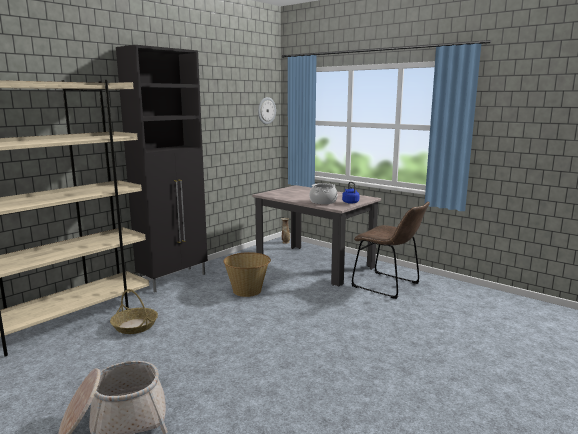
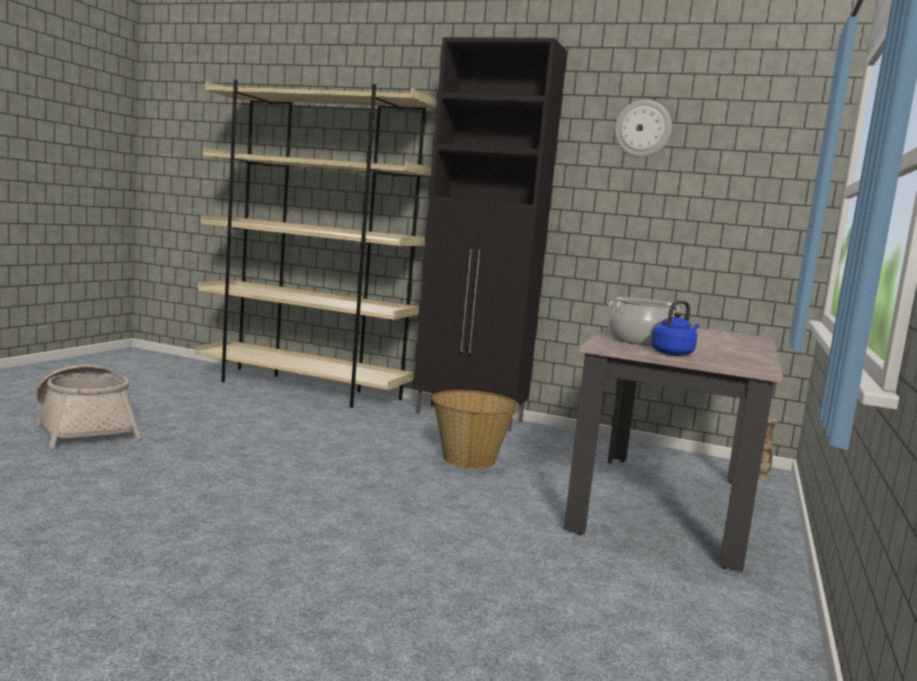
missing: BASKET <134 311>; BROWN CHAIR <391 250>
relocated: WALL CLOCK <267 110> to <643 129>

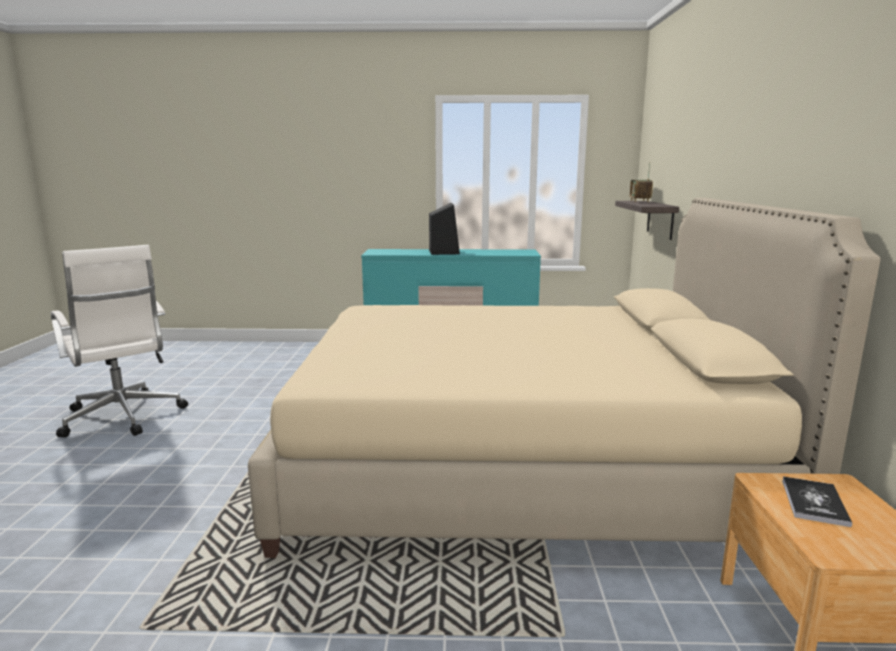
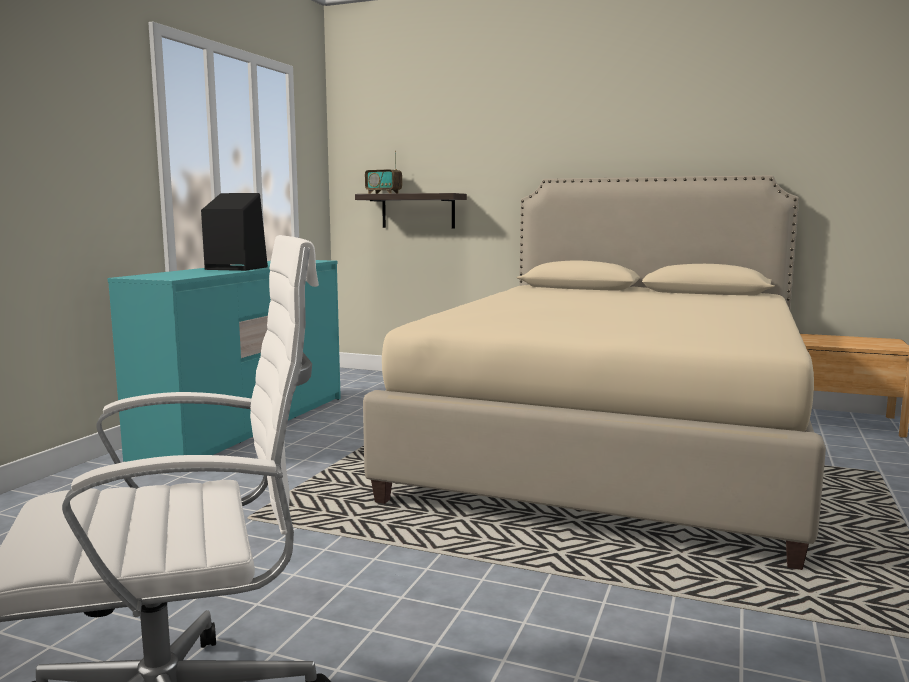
missing: BOOK <817 501>

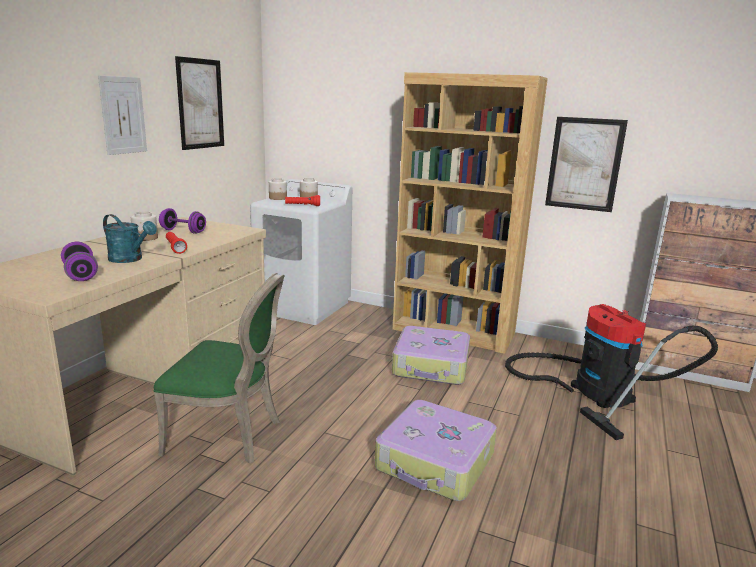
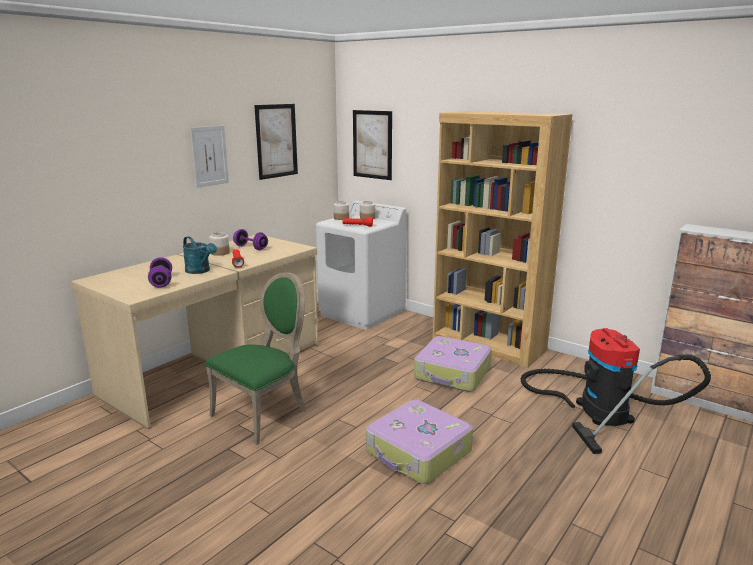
relocated: PICTURE <586 164> to <372 145>
spun: GREEN CHAIR <218 368> = <256 358> 75 degrees counterclockwise

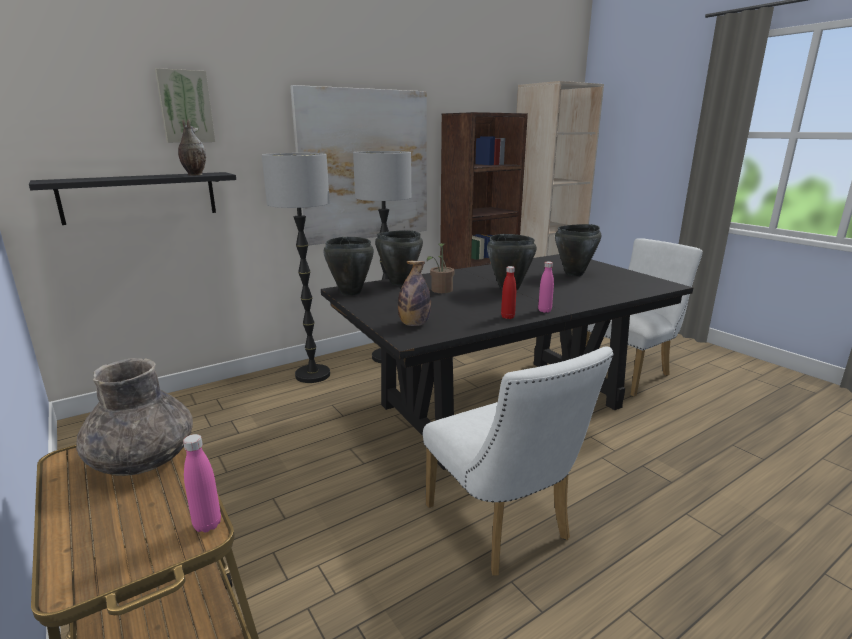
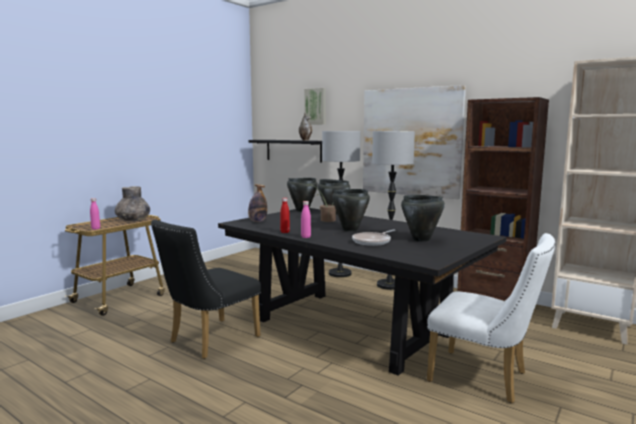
appeared: FRYING PAN <374 238>
colour: WHITE CHAIR <518 461> to BLACK CHAIR <206 289>

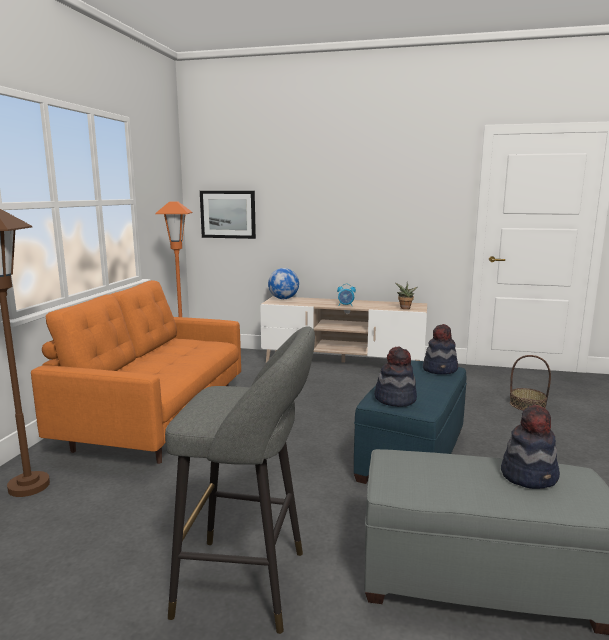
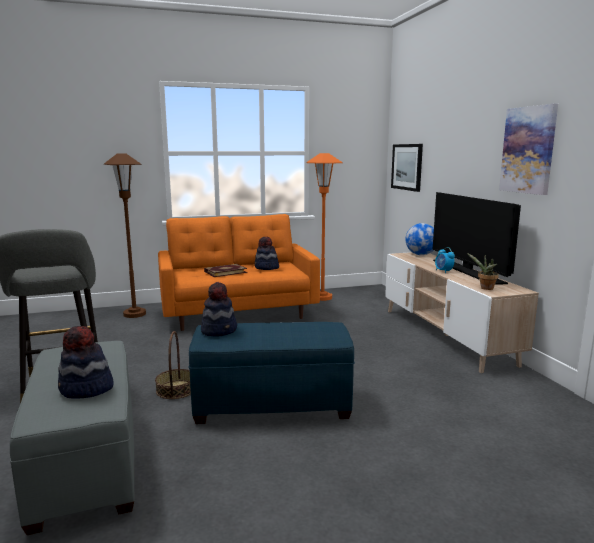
appeared: BOOK <225 270>; TELEVISION <476 238>; PICTURE <528 149>
relocated: BASKET <530 382> to <173 365>; HAT <440 349> to <266 253>

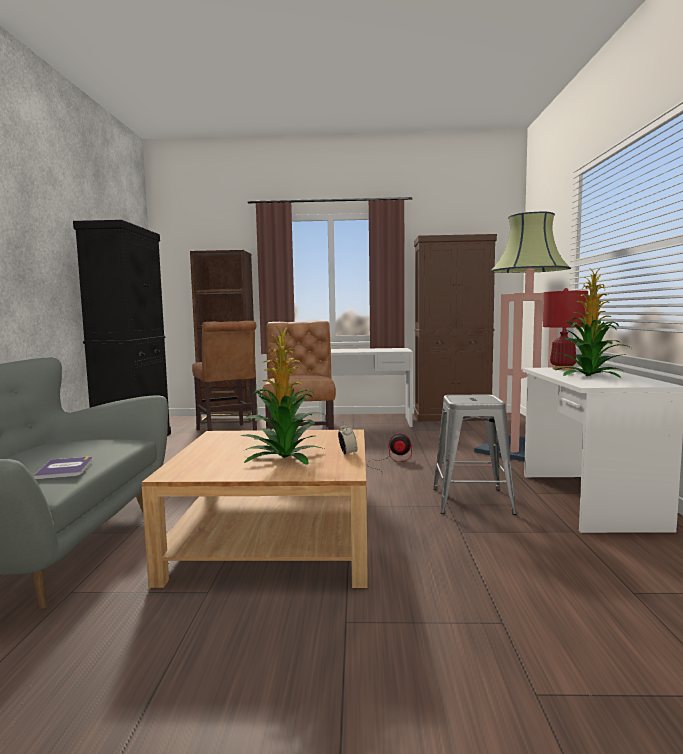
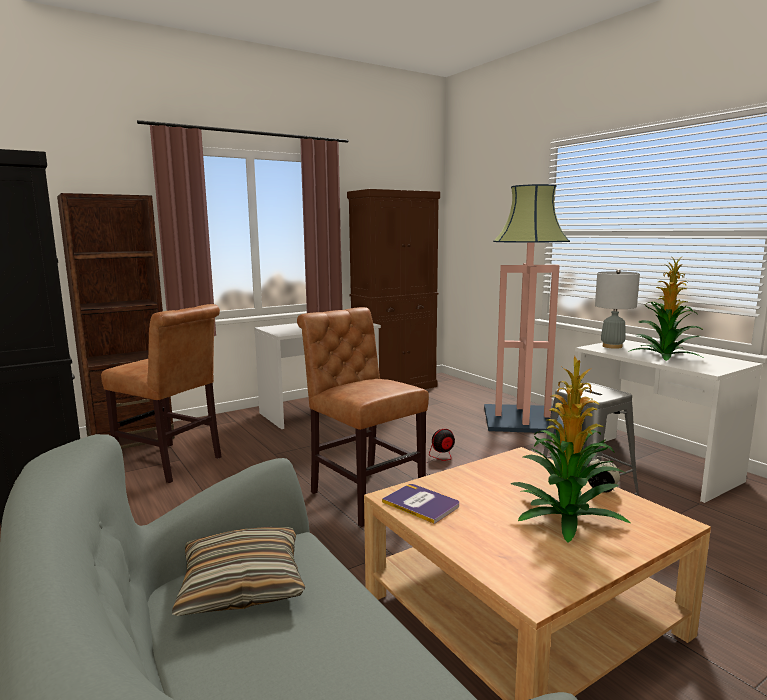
appeared: PILLOW <239 571>
relocated: BOOK <62 468> to <420 504>
colour: RED TABLE LAMP <565 329> to GREY TABLE LAMP <617 309>

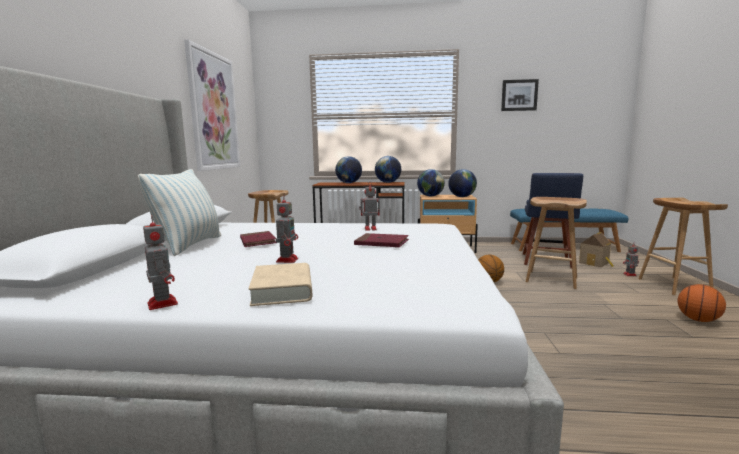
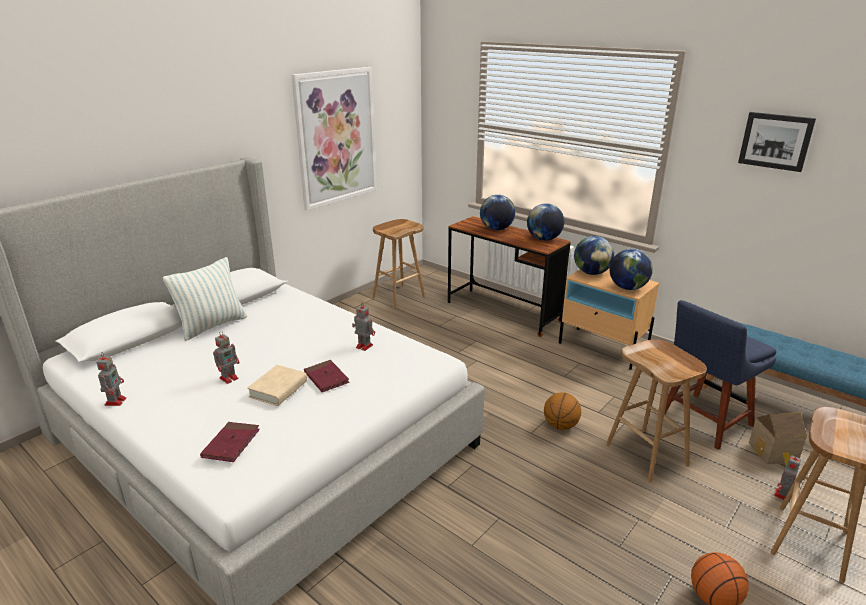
relocated: RED BOOK <258 239> to <230 442>; BEIGE BOOK <280 284> to <277 385>

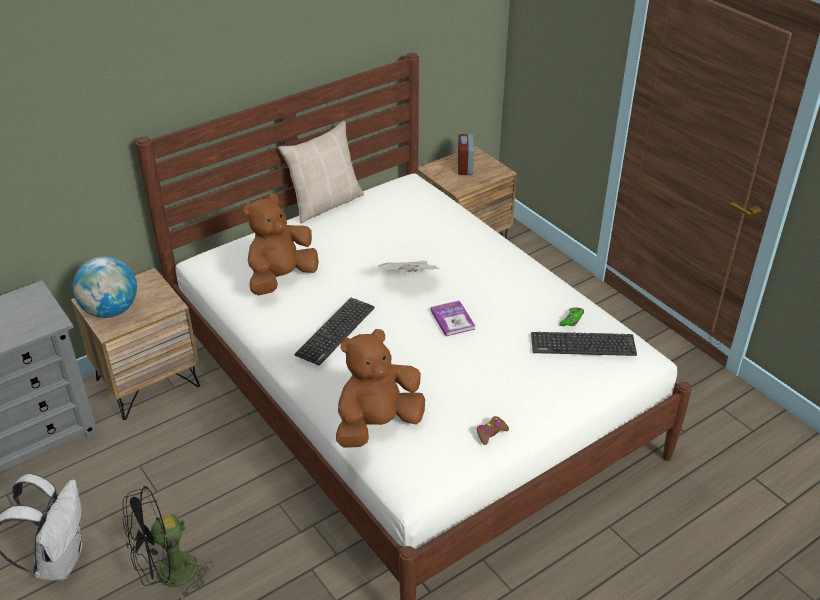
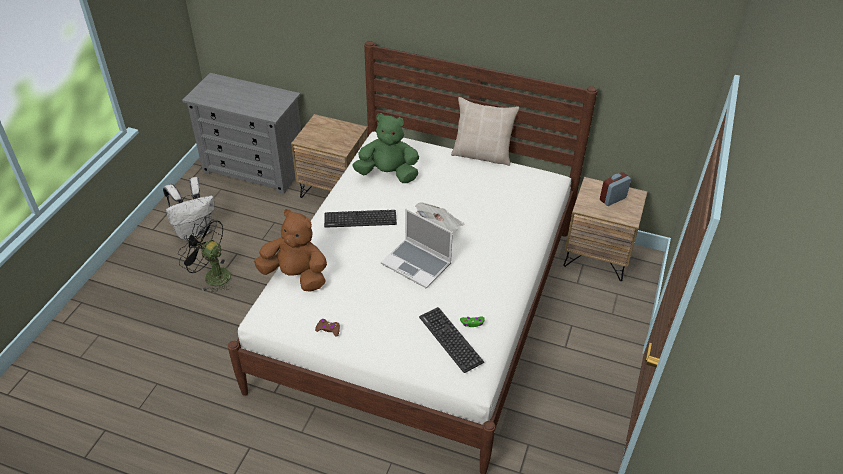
missing: GLOBE <105 287>
exchanged: BOOK <452 318> to LAPTOP <417 249>
colour: BROWN PLUSH TOY <281 244> to GREEN PLUSH TOY <385 148>

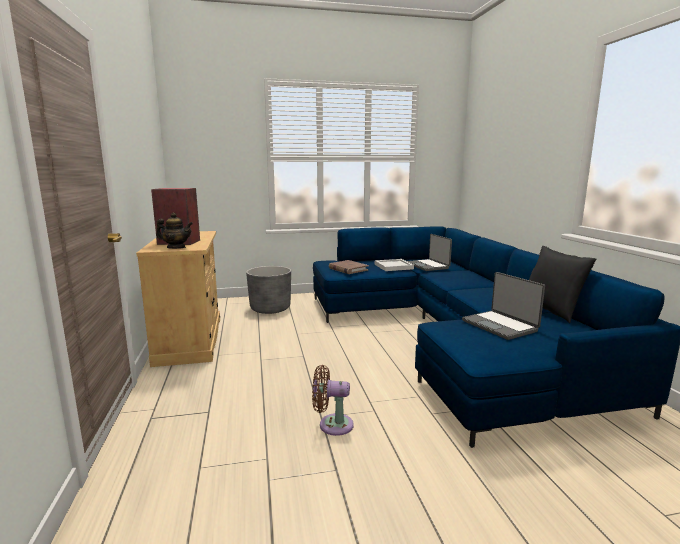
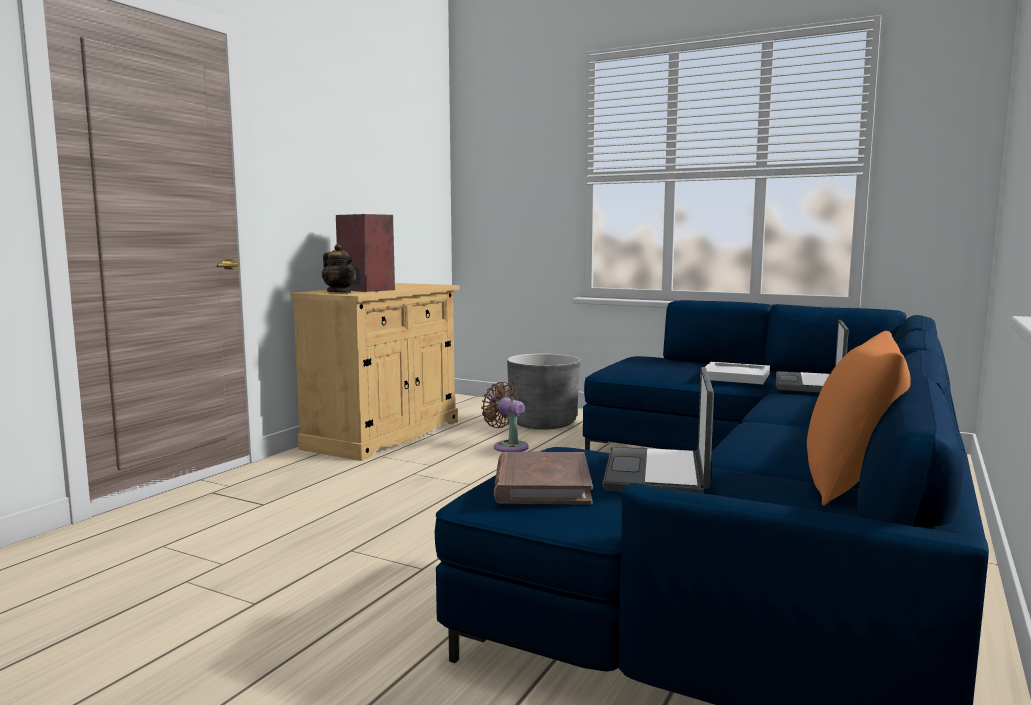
relocated: BROWN FAN <333 400> to <505 417>; BROWN BOOK <349 267> to <543 478>
colour: BLACK PILLOW <563 284> to ORANGE PILLOW <859 418>

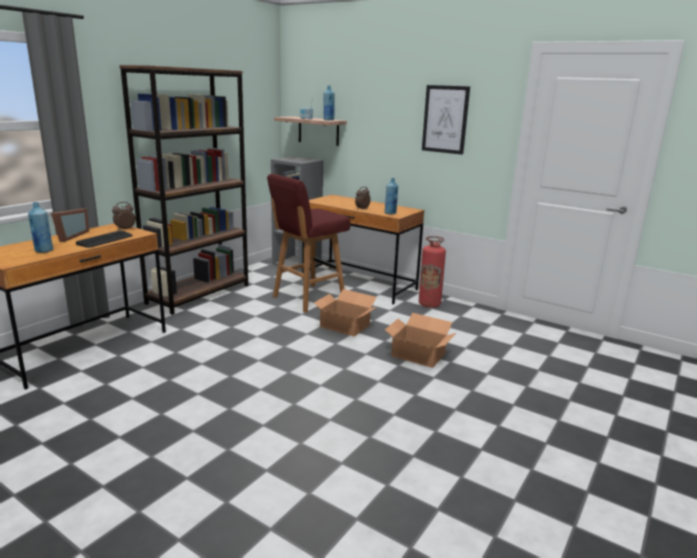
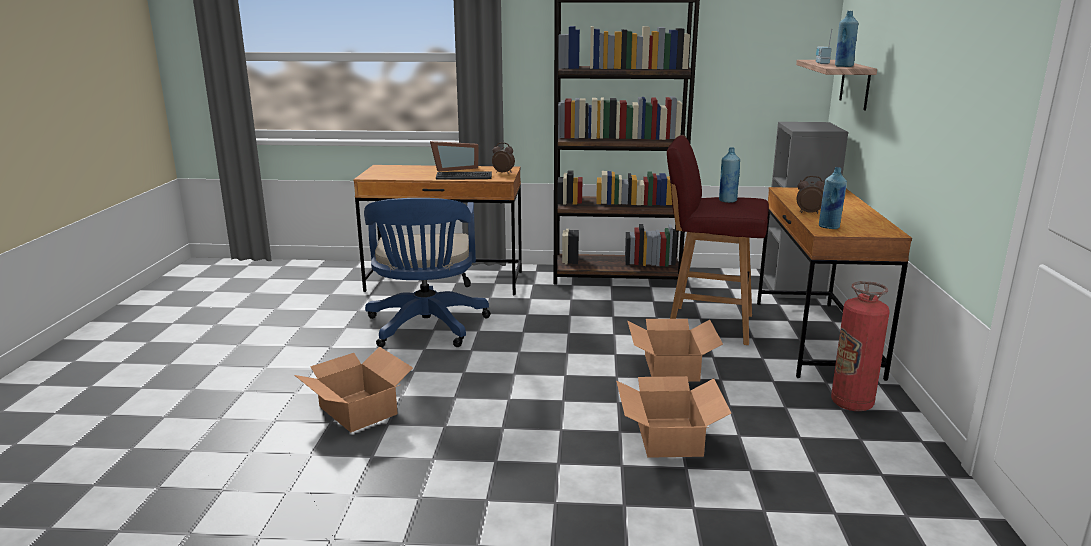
missing: PICTURE <446 120>
appeared: CARDBOARD BOX <353 389>; BLUE OFFICE CHAIR <427 272>
relocated: BLUE BOTTLE <41 227> to <729 175>

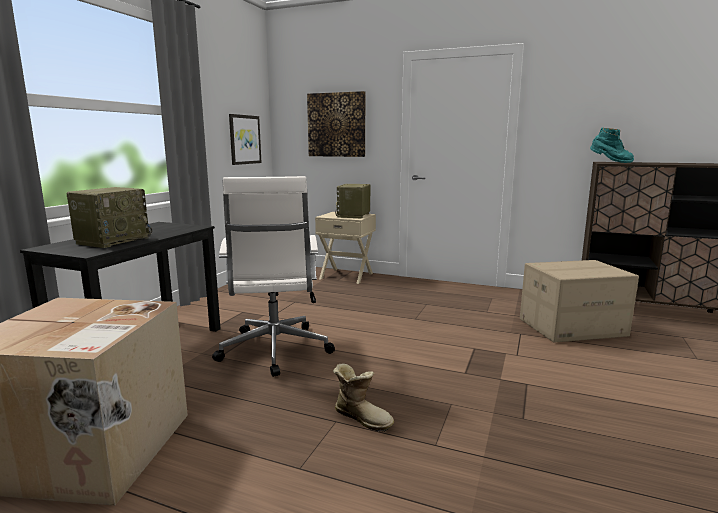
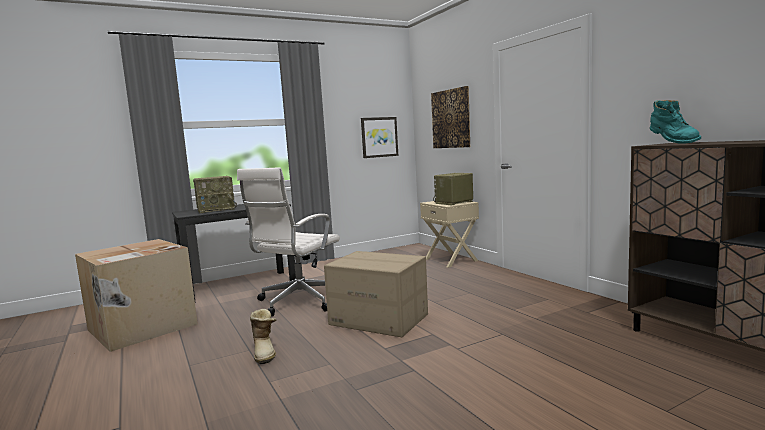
relocated: CARDBOARD BOX <579 301> to <376 294>

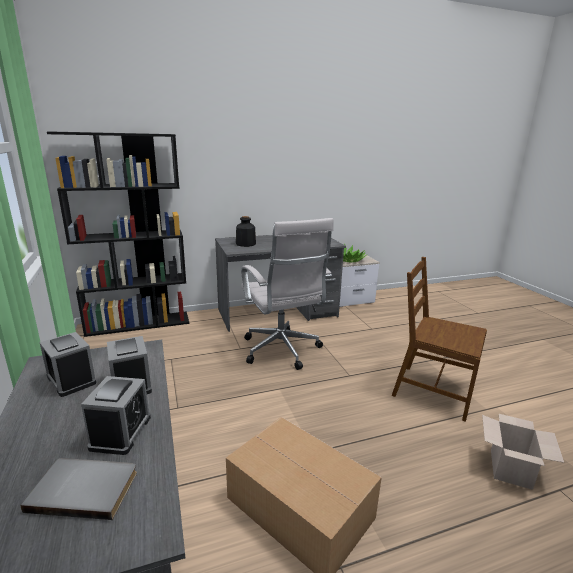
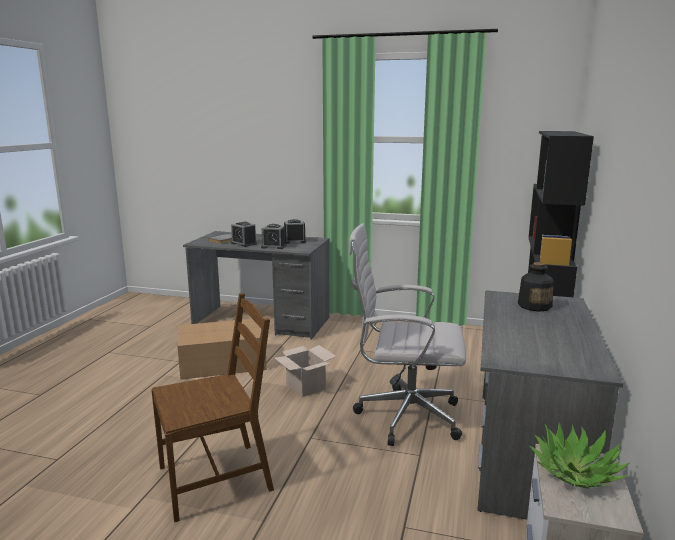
relocated: CARDBOARD BOX <523 452> to <305 371>

